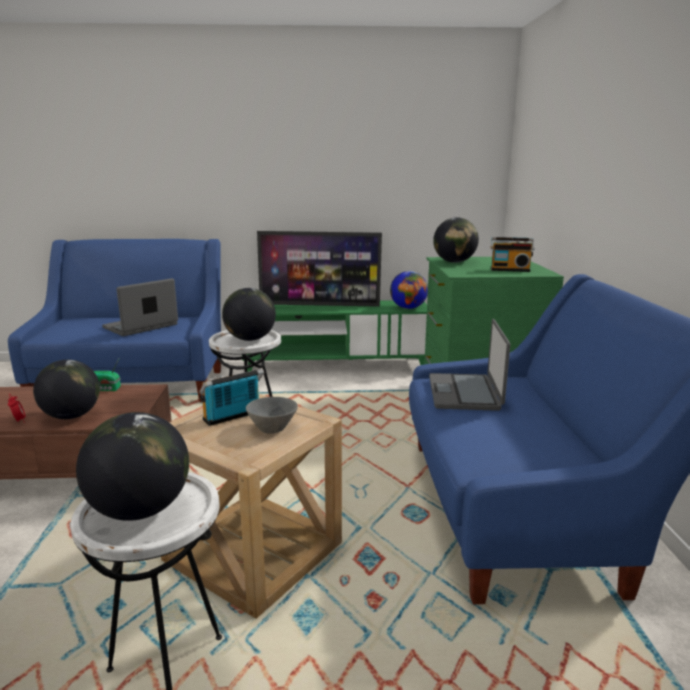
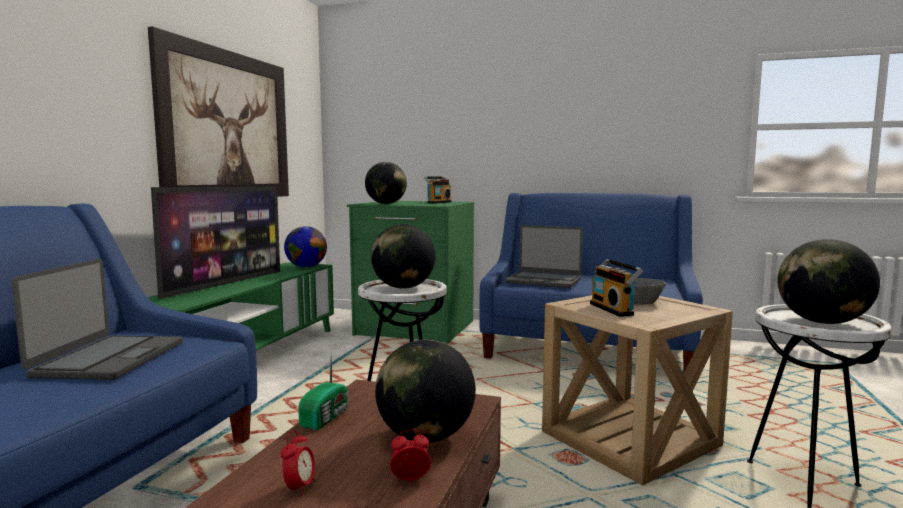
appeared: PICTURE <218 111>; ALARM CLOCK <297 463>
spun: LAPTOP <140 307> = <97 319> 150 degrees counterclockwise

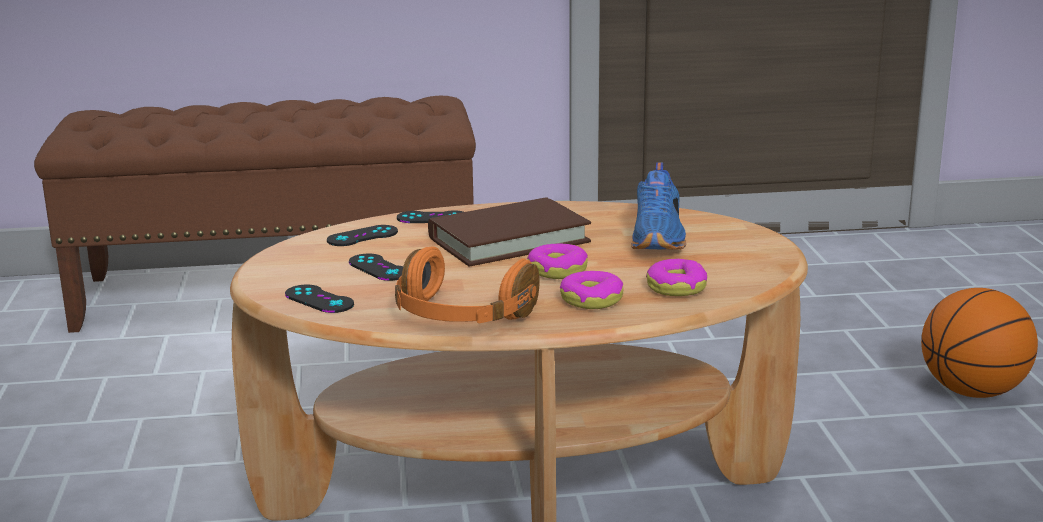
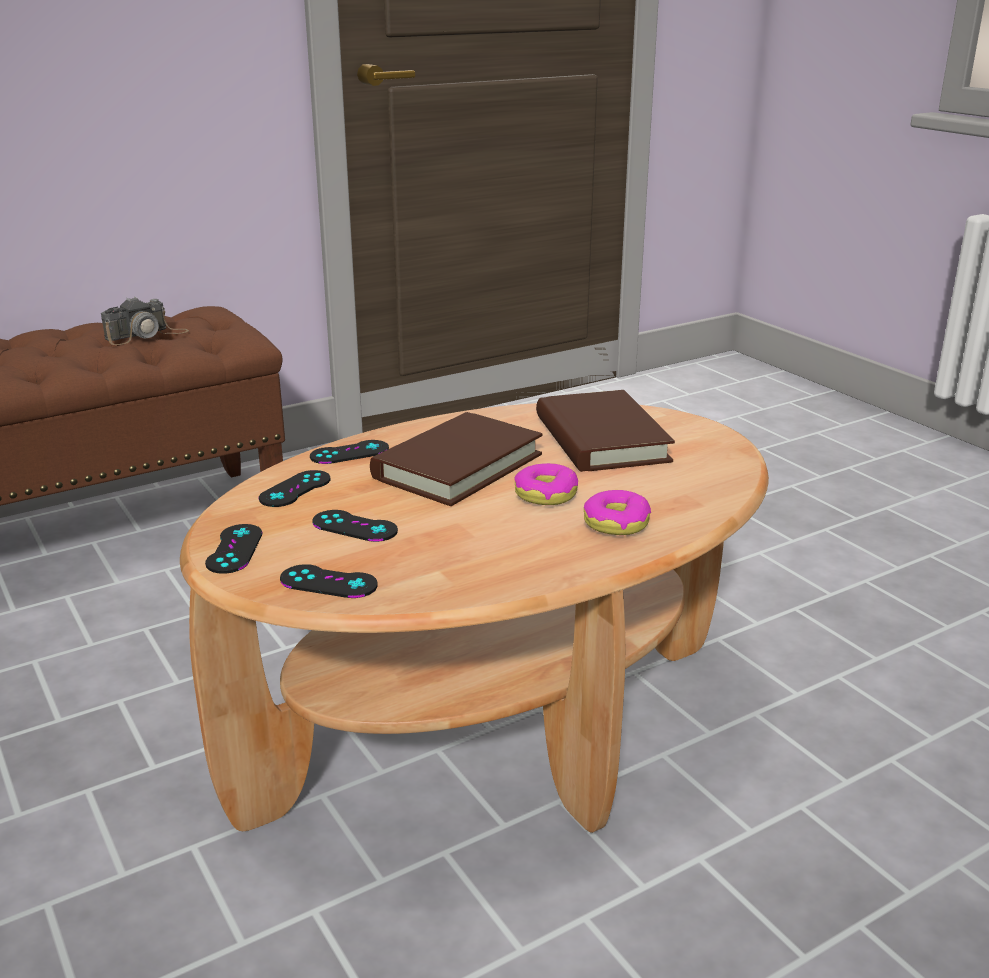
missing: ORANGE HEADPHONES <467 284>; DONUT <676 277>; BASKETBALL <979 343>
appeared: PHOTO CAMERA <145 321>; BLACK GAME CONTROLLER <233 549>
exchanged: BLUE SHOE <658 206> to BROWN BOOK <605 431>

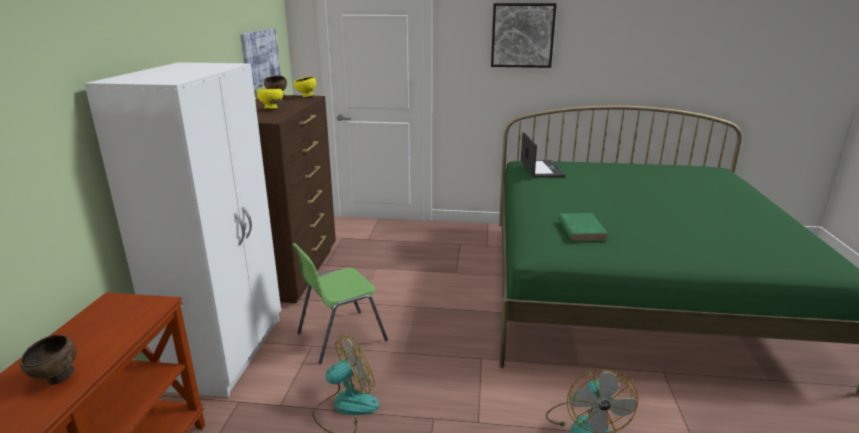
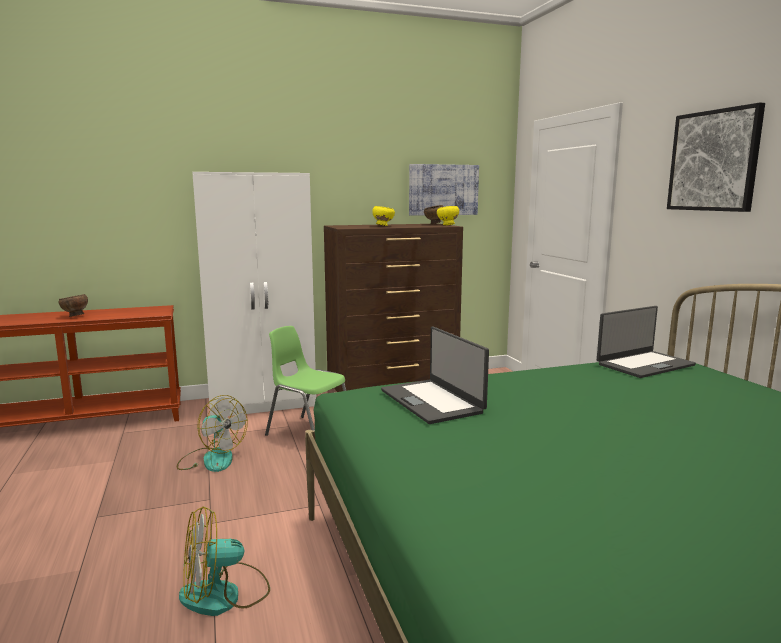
exchanged: GREEN BOOK <583 227> to LAPTOP <435 375>

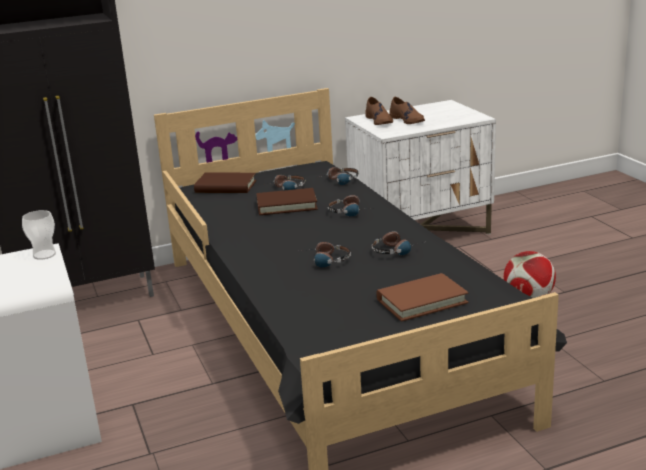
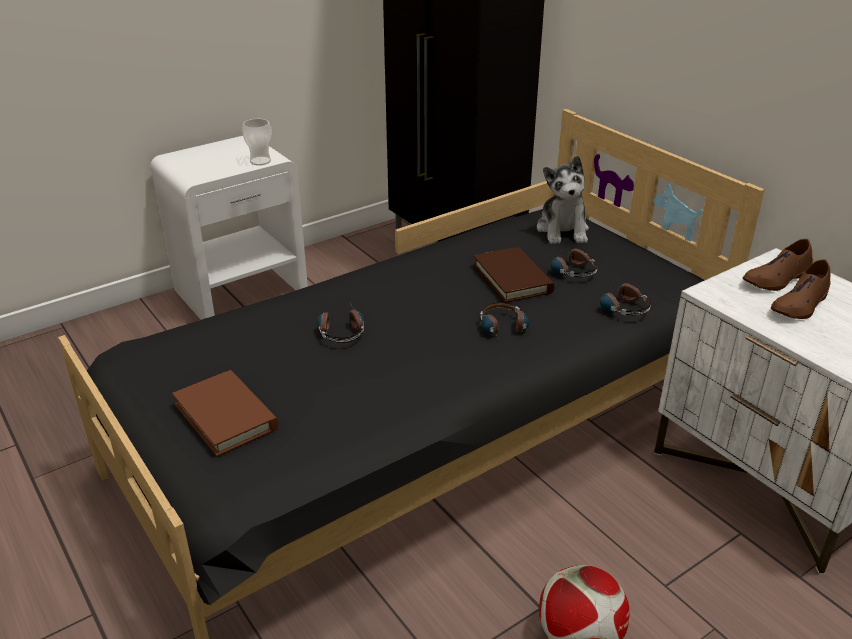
missing: HEADPHONES <397 243>
exchanged: BROWN BOOK <225 182> to PLUSH TOY <563 199>

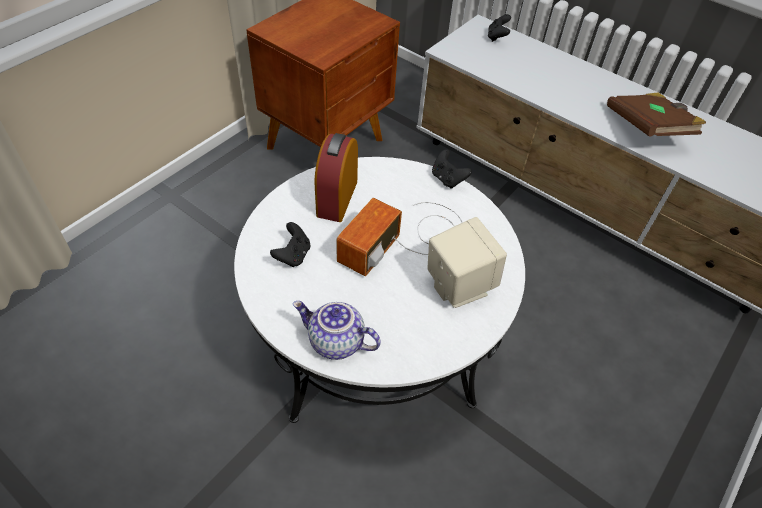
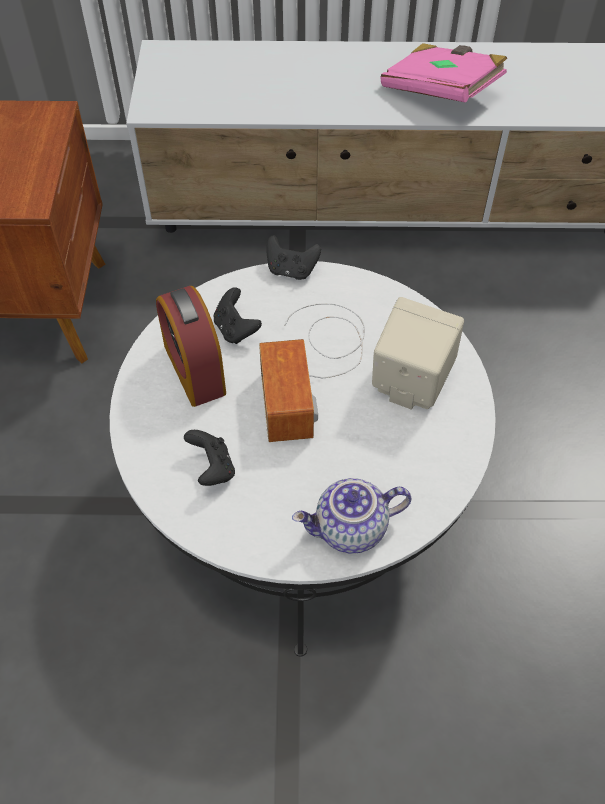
relocated: BLACK GAME CONTROLLER <499 28> to <238 315>
colour: BROWN BOOK <656 114> to PINK BOOK <443 72>

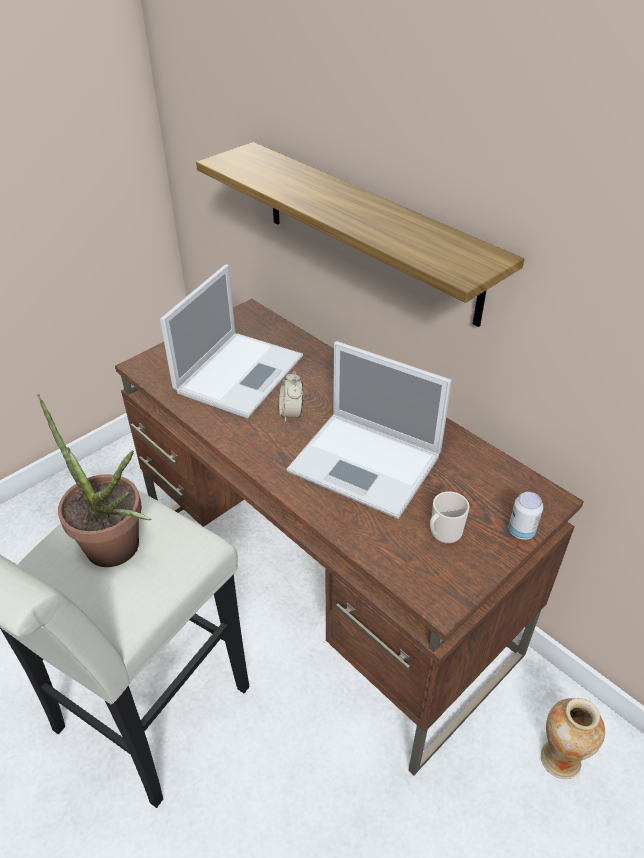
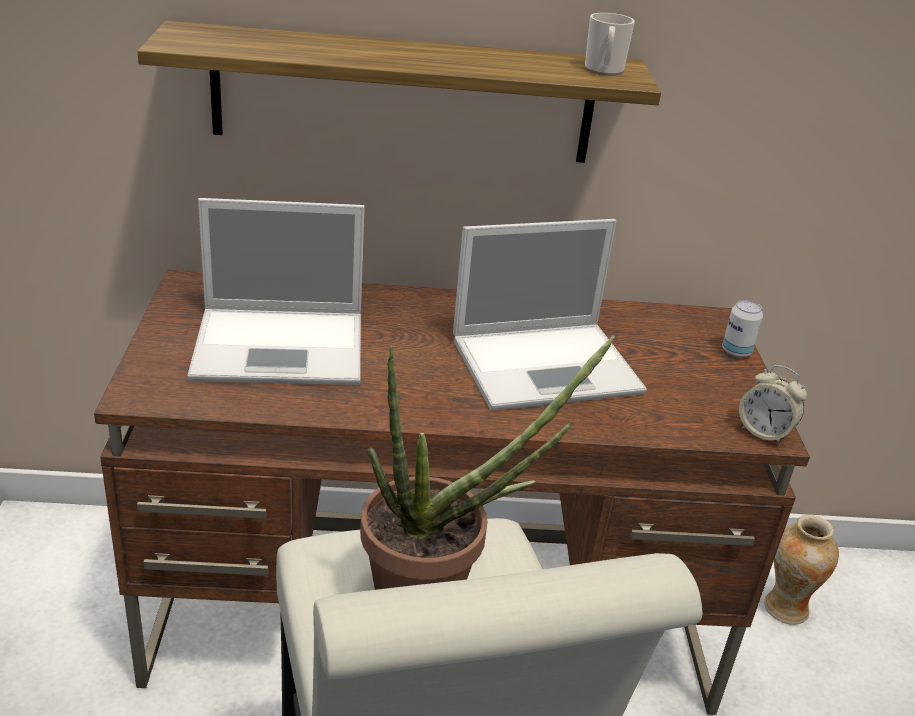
relocated: MUG <450 517> to <610 44>; ALARM CLOCK <291 396> to <773 405>
spun: LAPTOP <231 341> = <276 291> 105 degrees clockwise

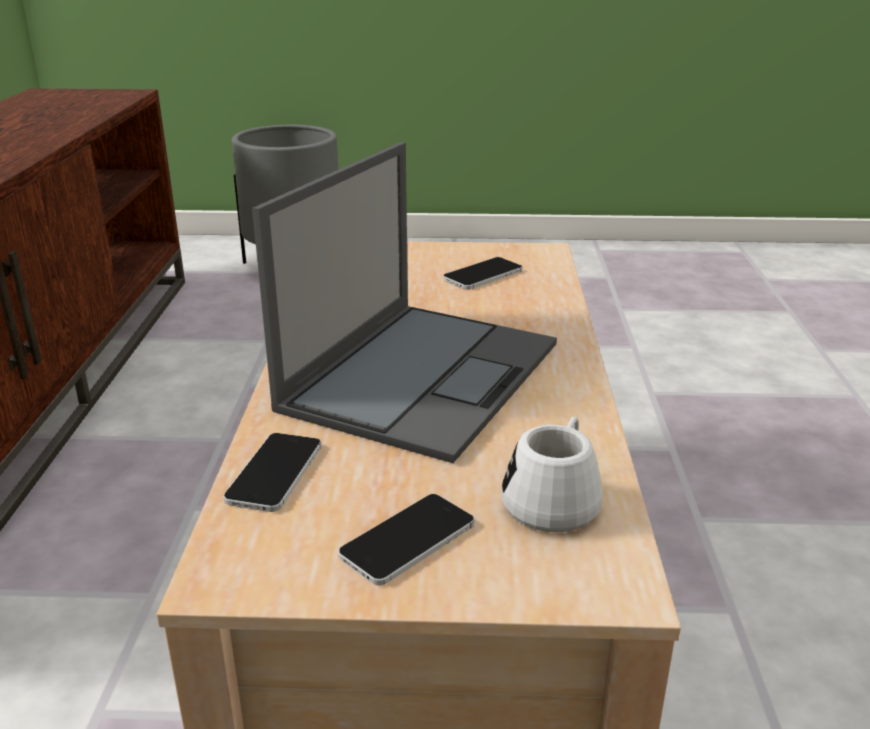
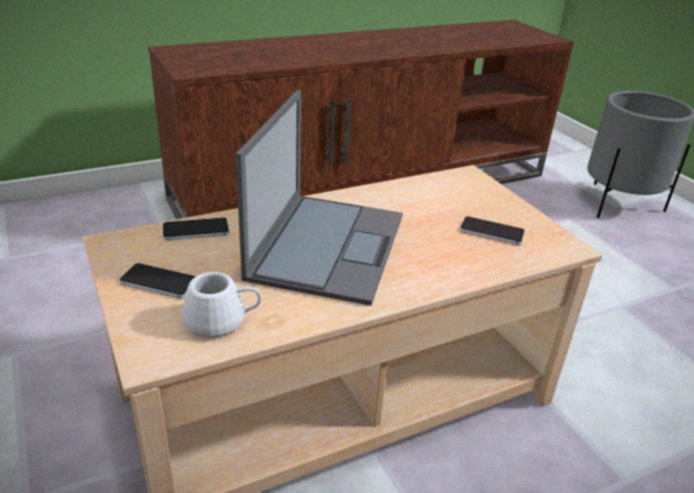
spun: LAPTOP <404 302> = <319 198> 75 degrees counterclockwise

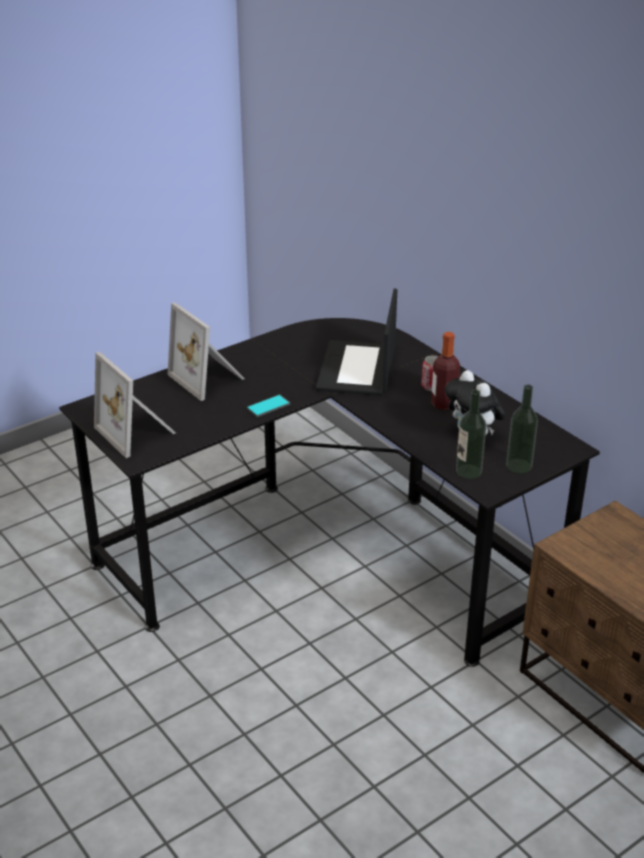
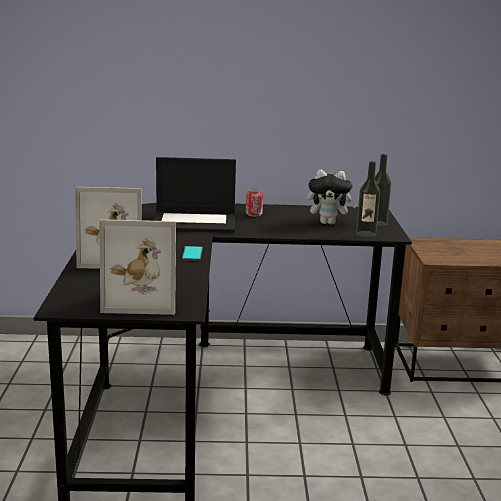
missing: BOTTLE <445 371>
spun: LAPTOP <356 342> = <194 195> 45 degrees counterclockwise

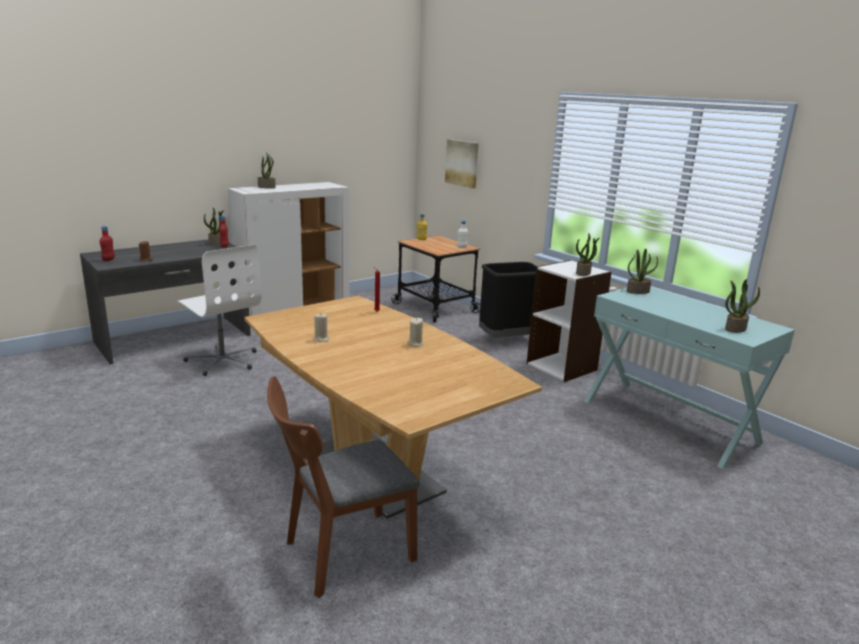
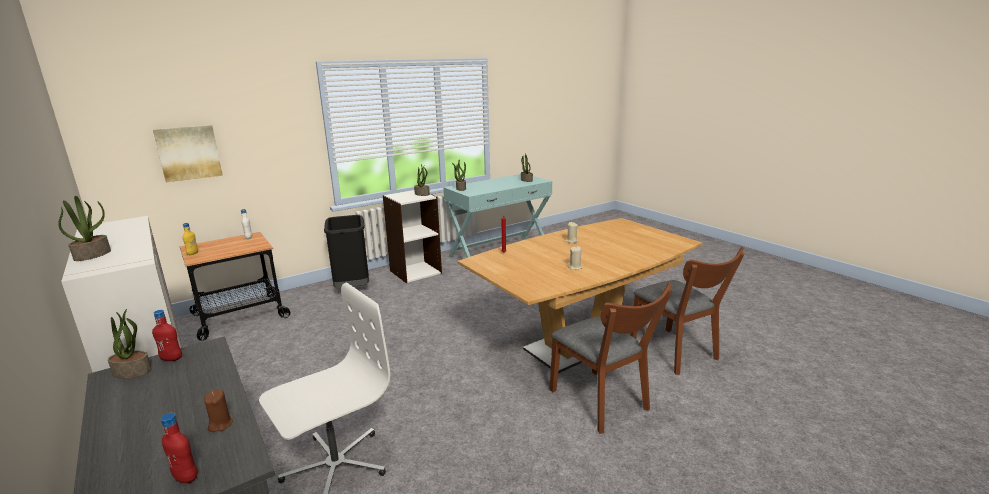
appeared: BROWN CHAIR <611 358>

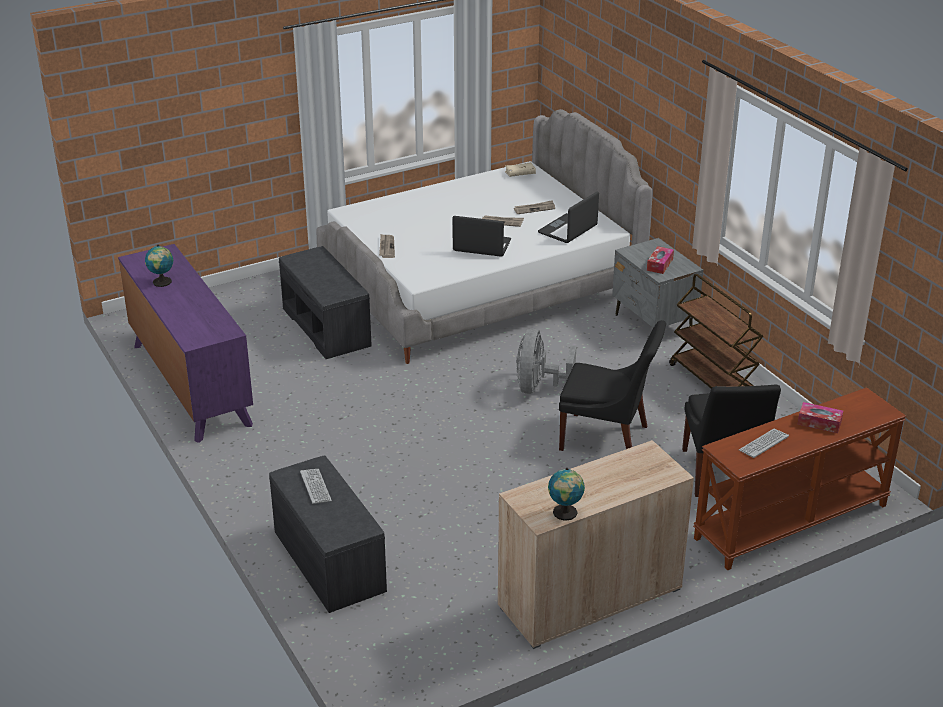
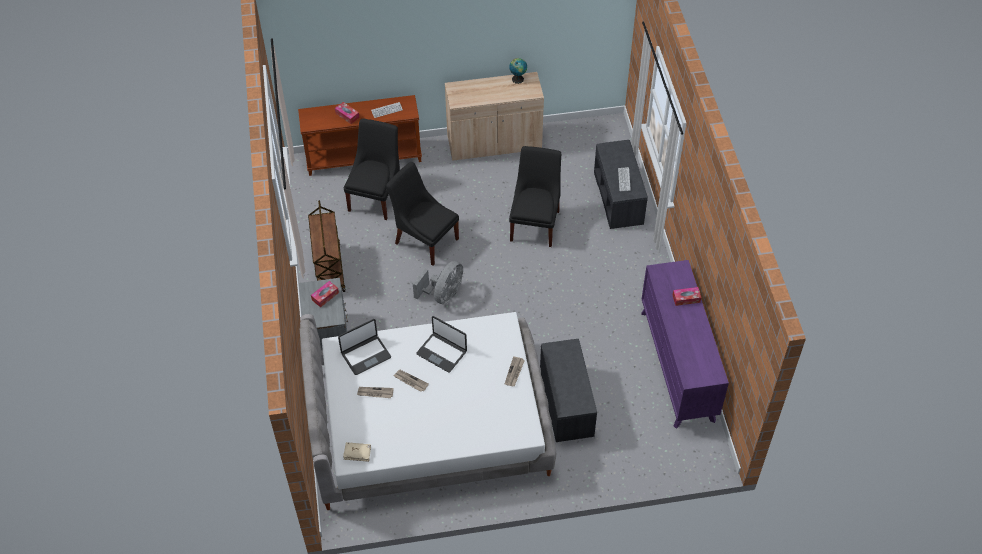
missing: GLOBE <159 266>
appeared: BLACK CHAIR <535 196>; TISSUE BOX <687 296>

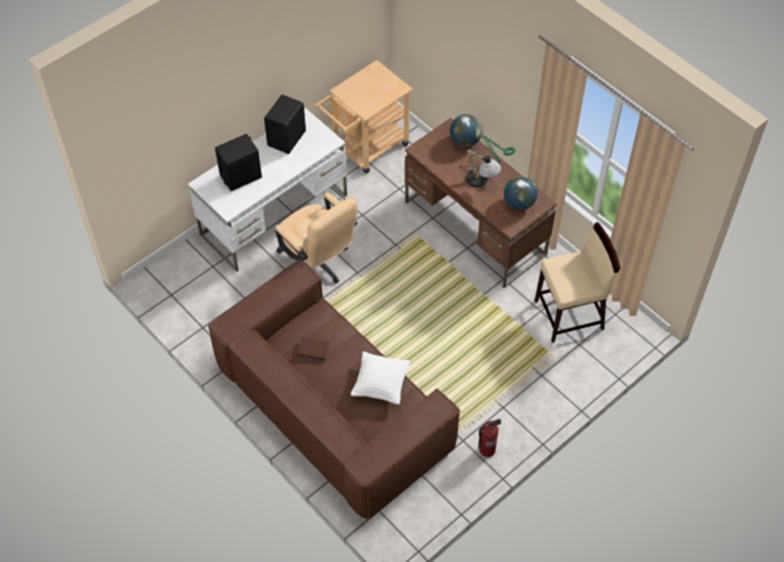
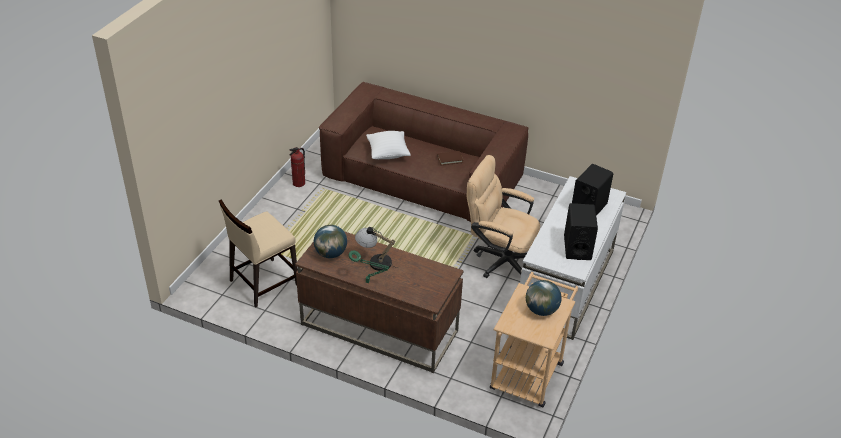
relocated: GLOBE <466 130> to <544 298>

